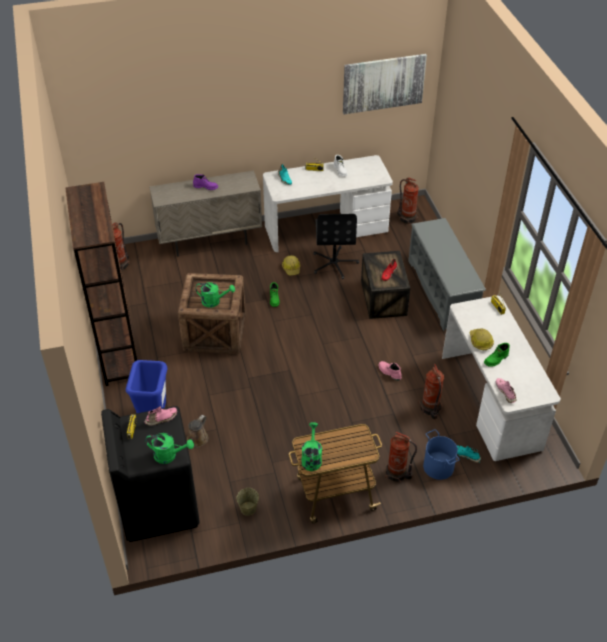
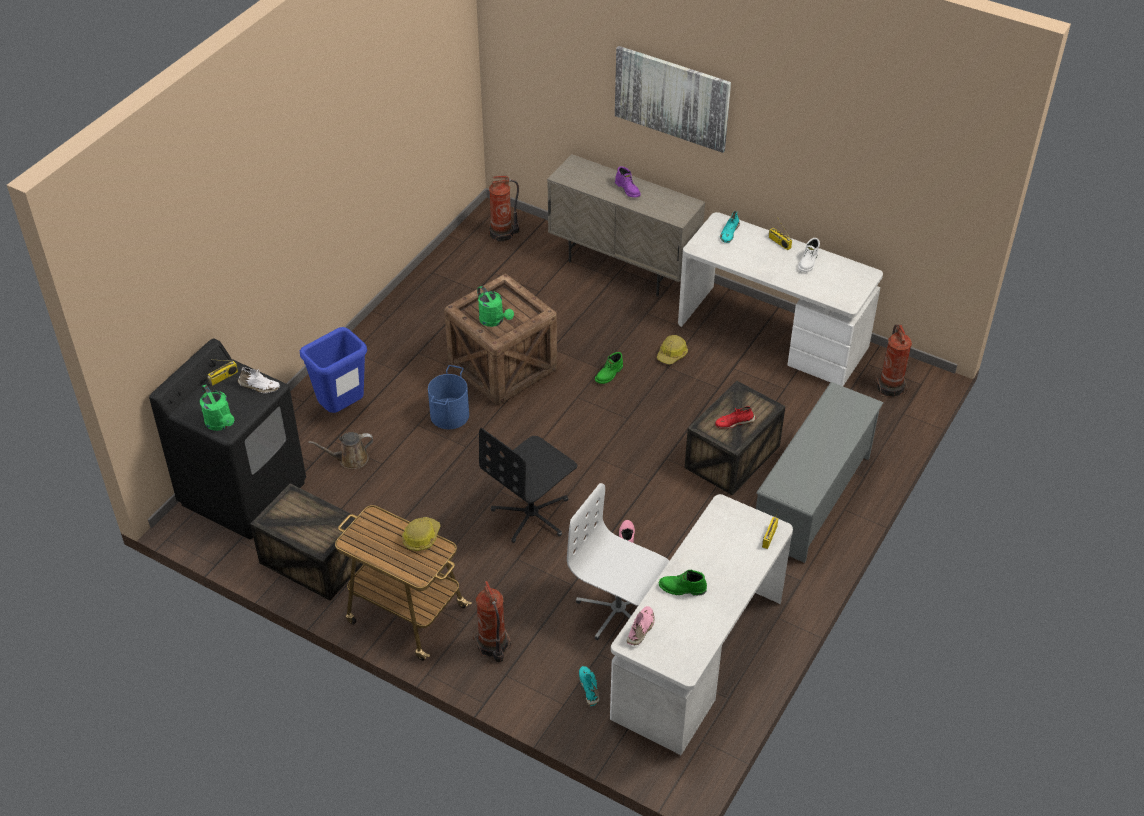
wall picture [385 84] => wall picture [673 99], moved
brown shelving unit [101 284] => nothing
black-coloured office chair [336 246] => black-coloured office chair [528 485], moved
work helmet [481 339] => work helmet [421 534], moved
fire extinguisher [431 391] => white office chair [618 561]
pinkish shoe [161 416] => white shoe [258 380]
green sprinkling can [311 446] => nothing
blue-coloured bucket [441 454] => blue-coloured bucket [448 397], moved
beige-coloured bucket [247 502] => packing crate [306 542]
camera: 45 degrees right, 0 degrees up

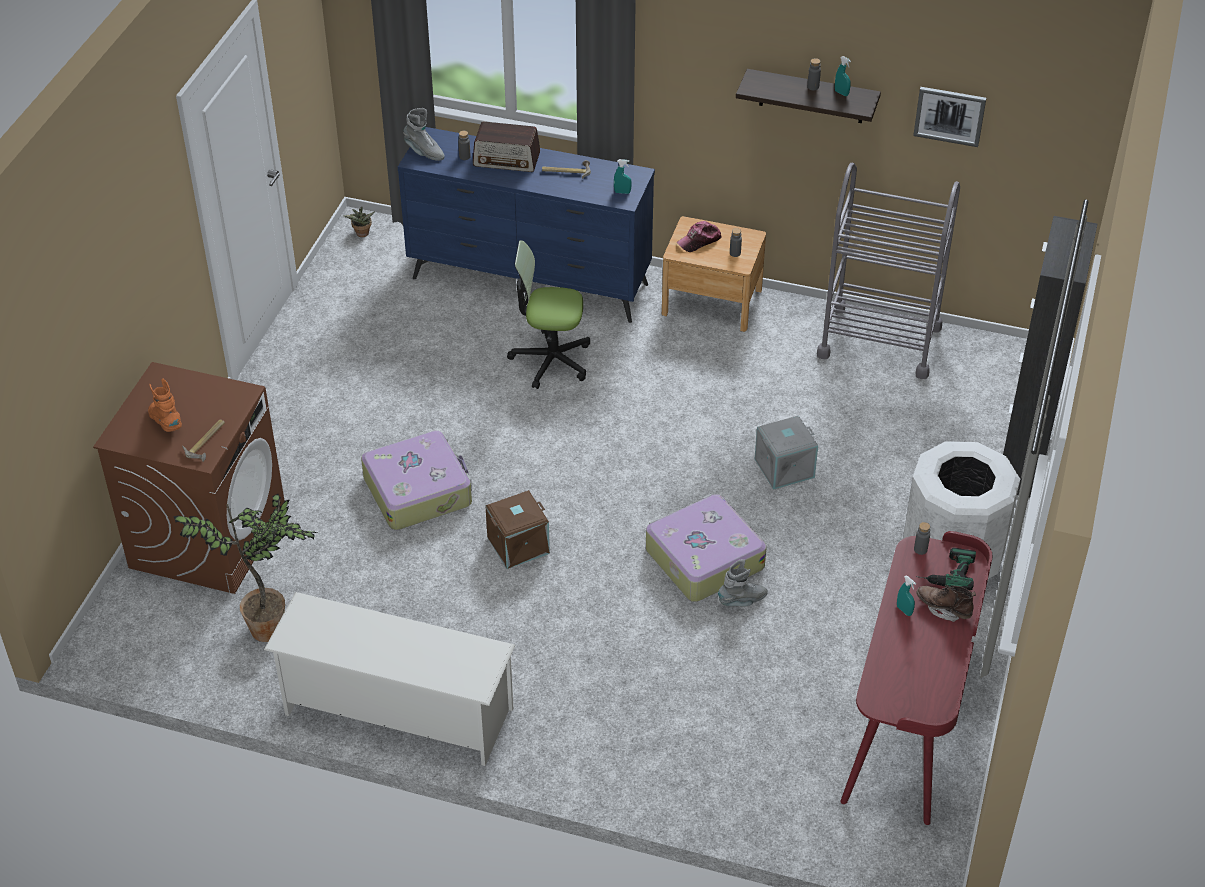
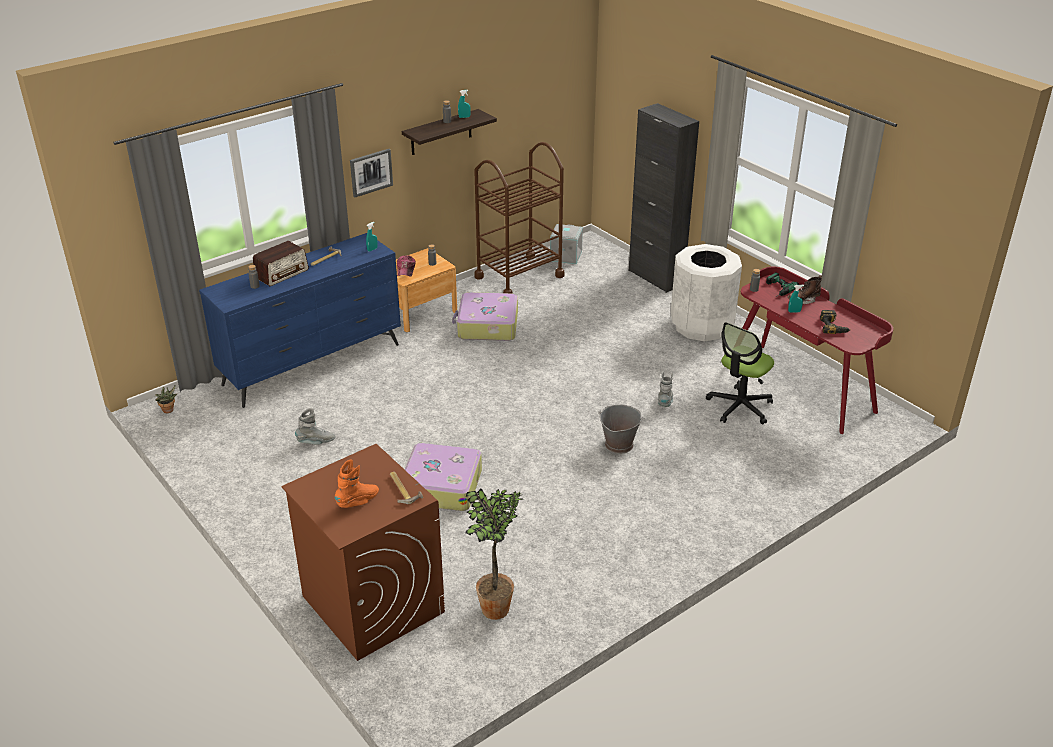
wall picture [949 117] => wall picture [371 173], moved
greyish tall boot [424 134] => greyish tall boot [315 426], moved
greyish trolley [888 271] => brown trolley [519 218]
office chair [548 314] => office chair [740 373], moved
orange tall boot [165 405] => orange tall boot [357 483], 135 degrees clockwise
greyish storage container [786 452] => greyish storage container [566 244], moved
brown storage container [517 529] => nothing
travel case [706 548] => travel case [485 316], moved
white shoe stand [389 679] => nothing
nothing => power drill [835 322]
nothing => greyish bucket [621 429]
camera: 55 degrees left, 10 degrees down

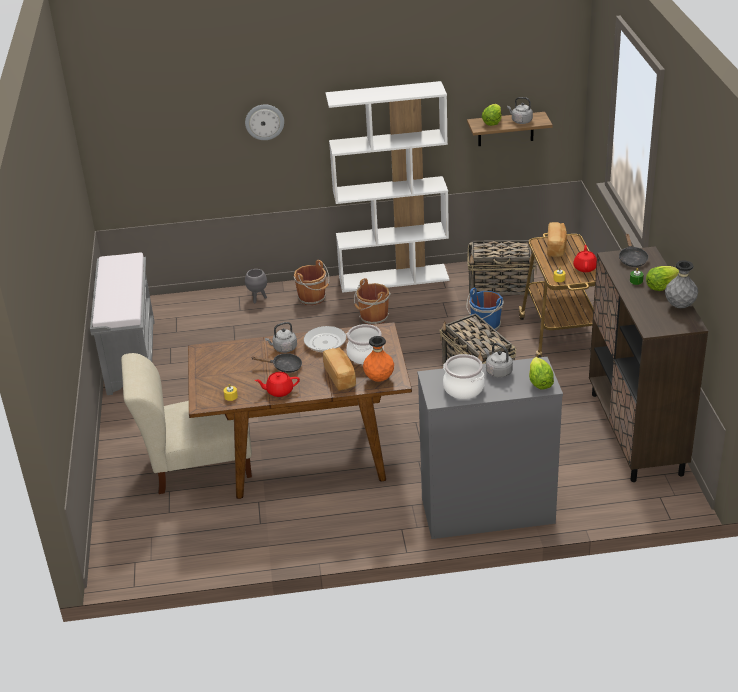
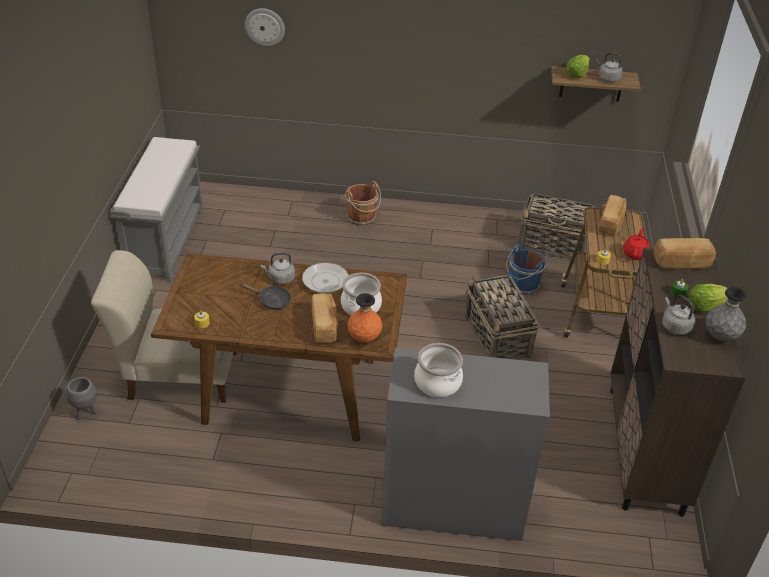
white shelving unit [387 187] => nothing
clock on the wall [264 122] => clock on the wall [265 27], moved
black-coloured skillet [634 250] => bread [684 254]
greyish flower pot [256 286] => greyish flower pot [82 398], moved
brown bucket [372 301] => nothing
greyish tea kettle [498 360] => greyish tea kettle [678 315], moved
lettuce head [541 373] => nothing
reddish teapot [277 384] => nothing
camera: 10 degrees right, 5 degrees up

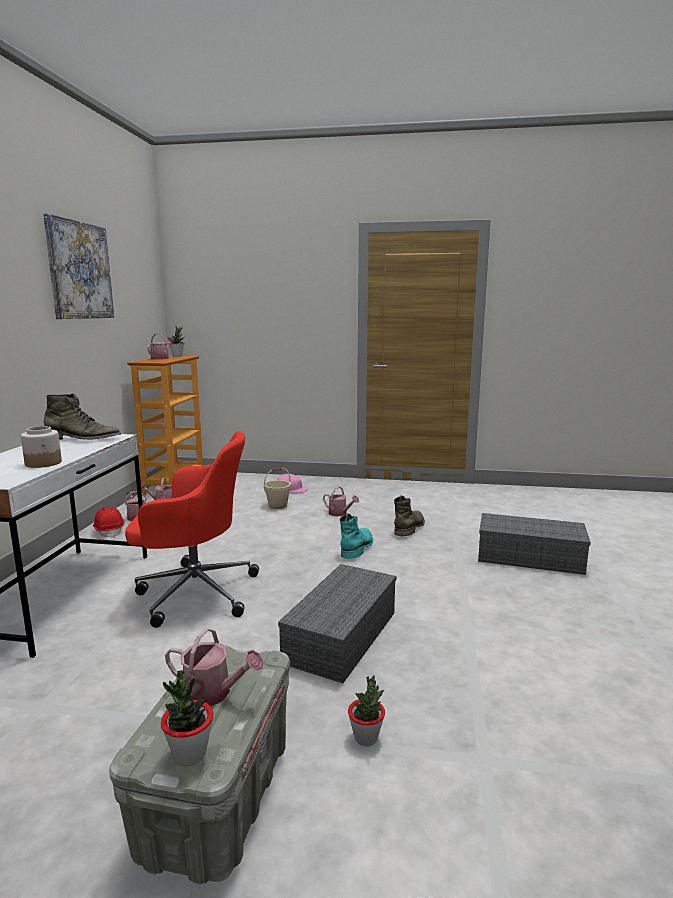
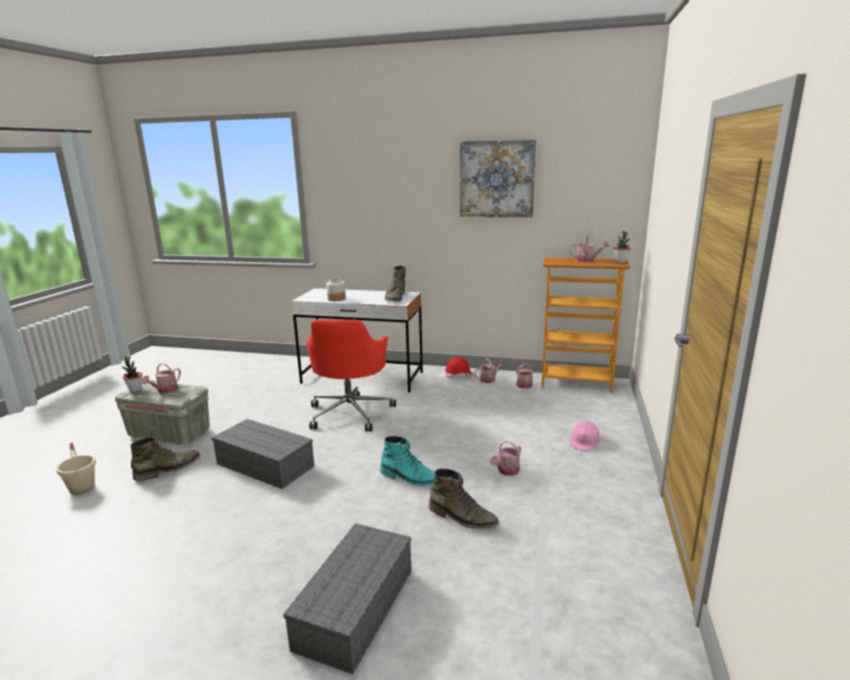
beige-coloured bucket [277 488] => beige-coloured bucket [76 468], moved
plant in a pot [366 710] => green tall boot [165 458]
camera: 95 degrees right, 5 degrees up

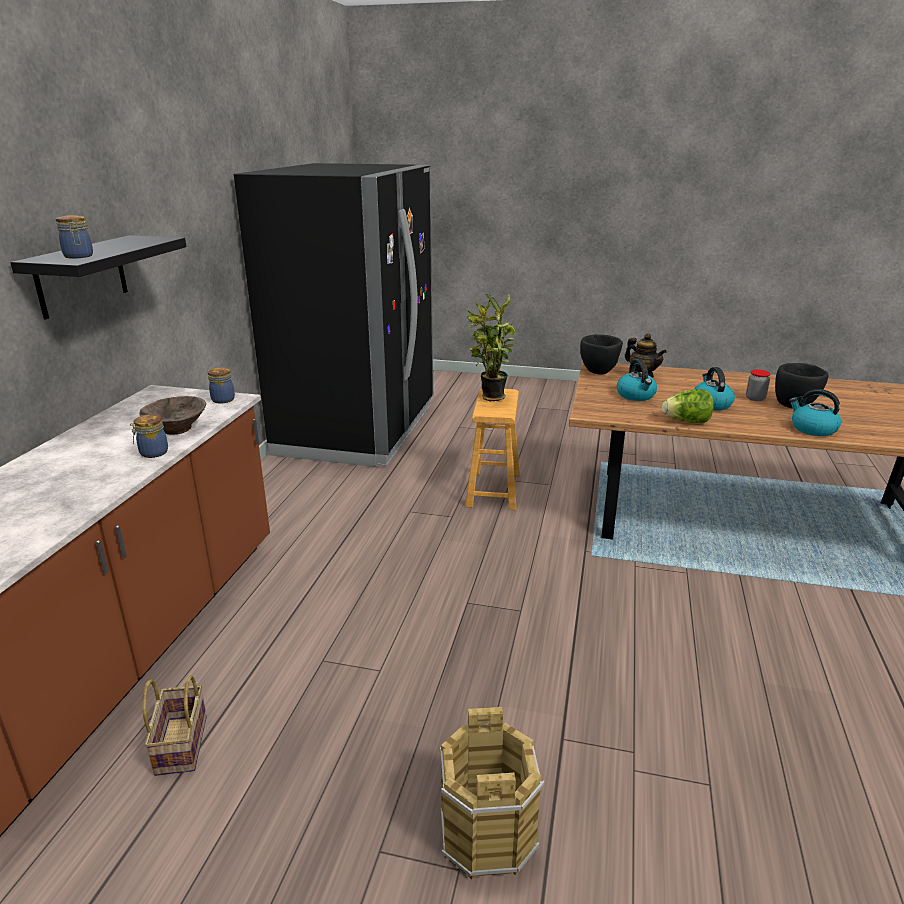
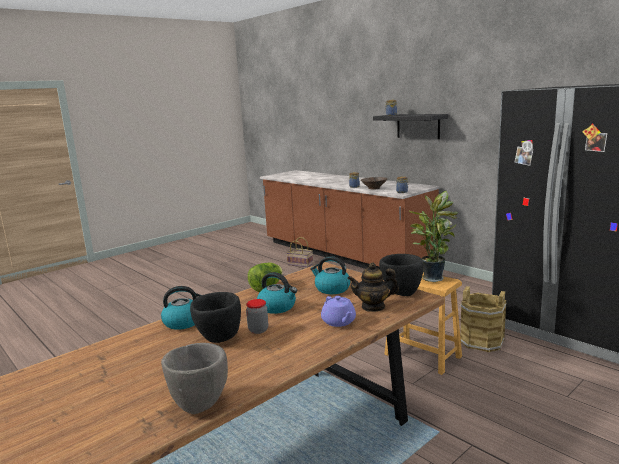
brown bucket [492 793] => brown bucket [483 319], moved
nothing => purplish teapot [338 311]
nothing => greyish serving bowl [194 378]
camera: 125 degrees right, 10 degrees down

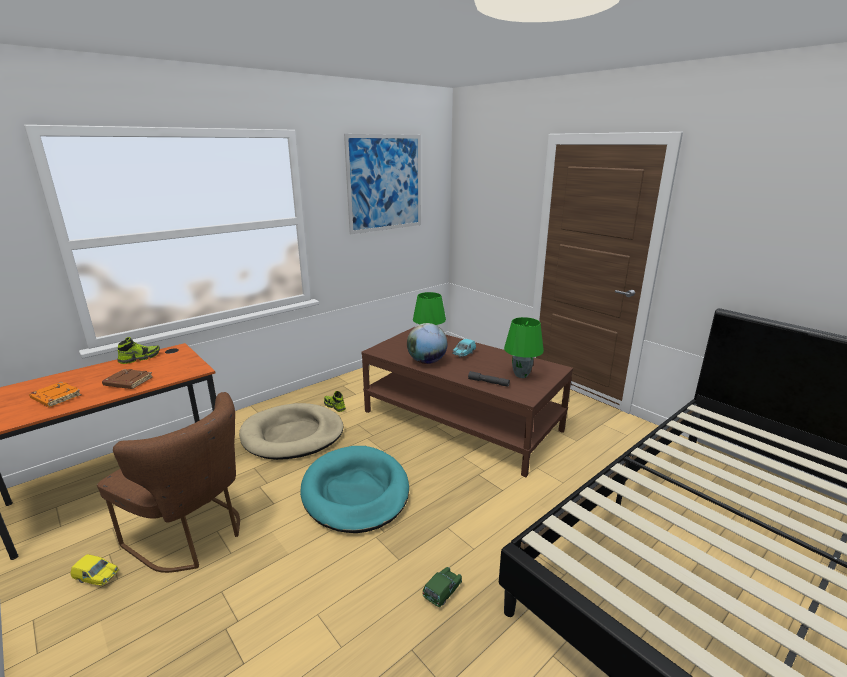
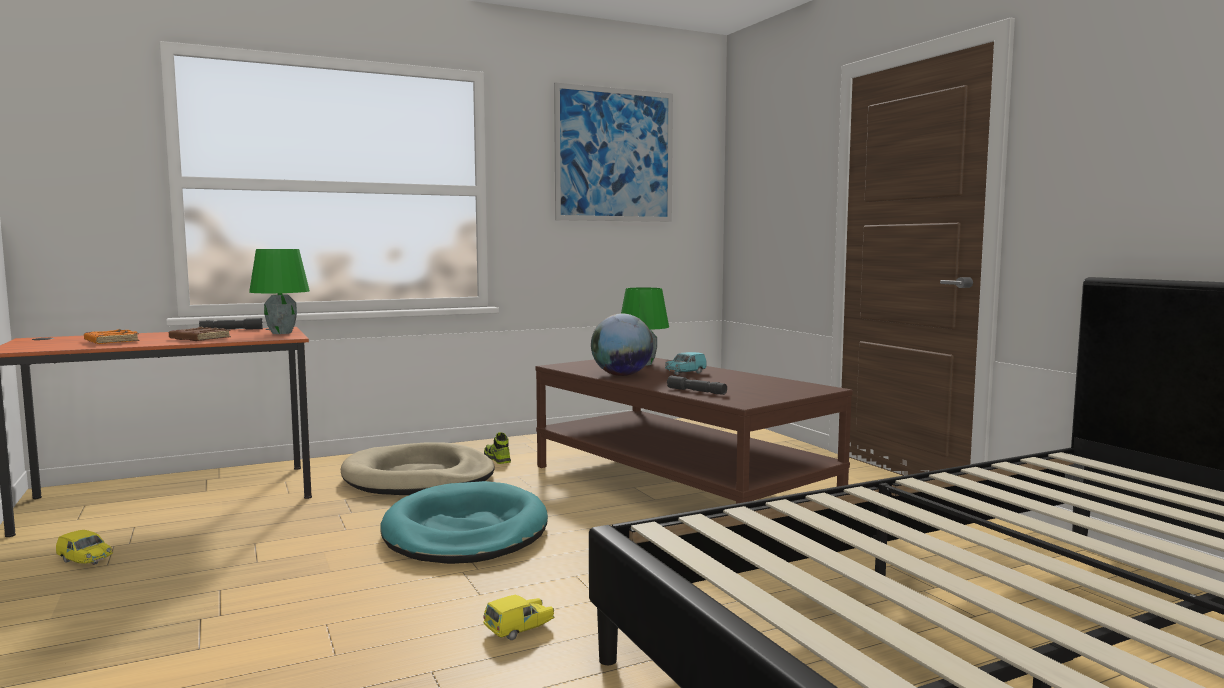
green table lamp [524 347] => green table lamp [279 291], moved
shoe [138 350] => greyish hand torch [231 324]
brown upright chair [168 482] => nothing
green toy car [442 587] => yellow-coloured toy car [518 617]
camera: 15 degrees right, 15 degrees down

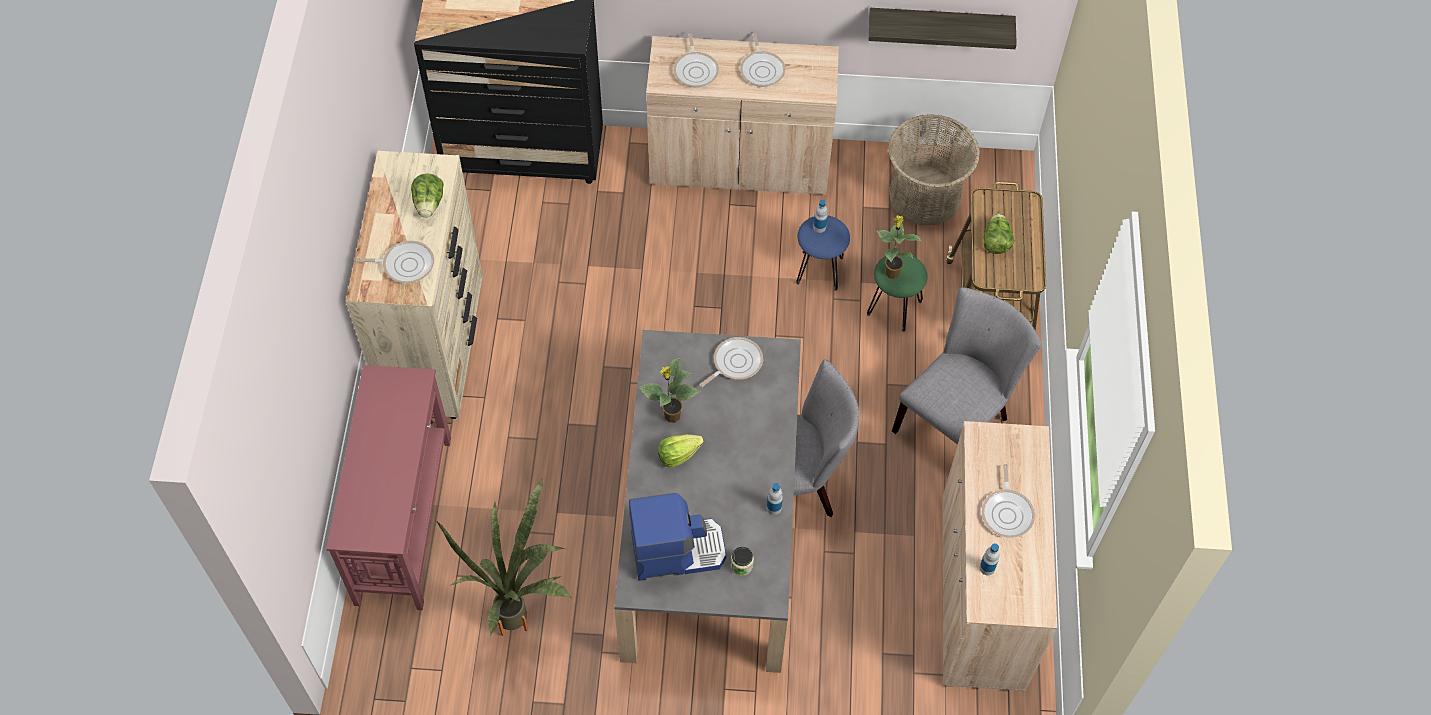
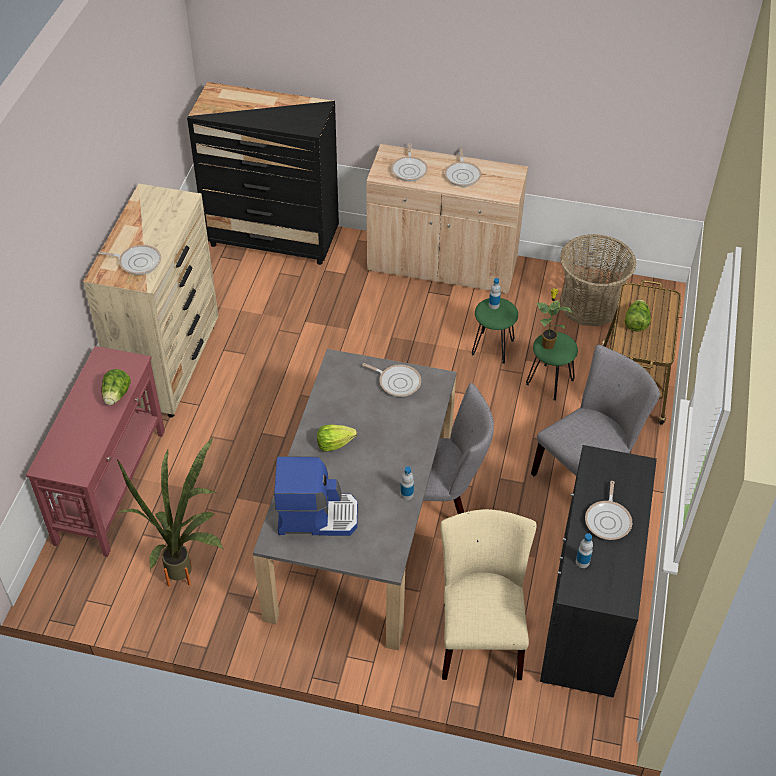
shelf [943 28] => nothing
lettuce head [427 195] => lettuce head [116 387], moved
blue-coloured stool [823 253] => green stool [495 331]
skillet [731 362] => skillet [391 380], 60 degrees clockwise
plant in a pot [669 390] => nothing
beige-coloured storage cabinet [1000 556] => black-coloured storage cabinet [598 571]
jar [742 561] => nothing
nothing => beige-coloured upright chair [488 594]
camera: 10 degrees right, 10 degrees down

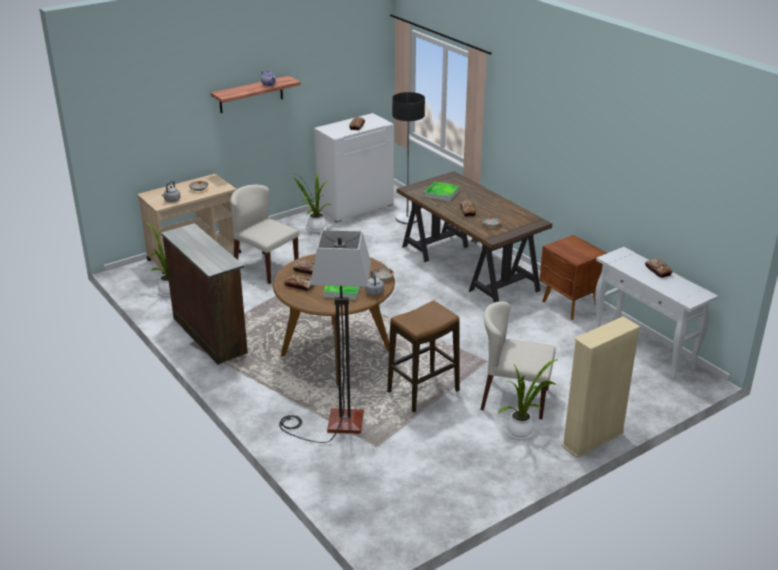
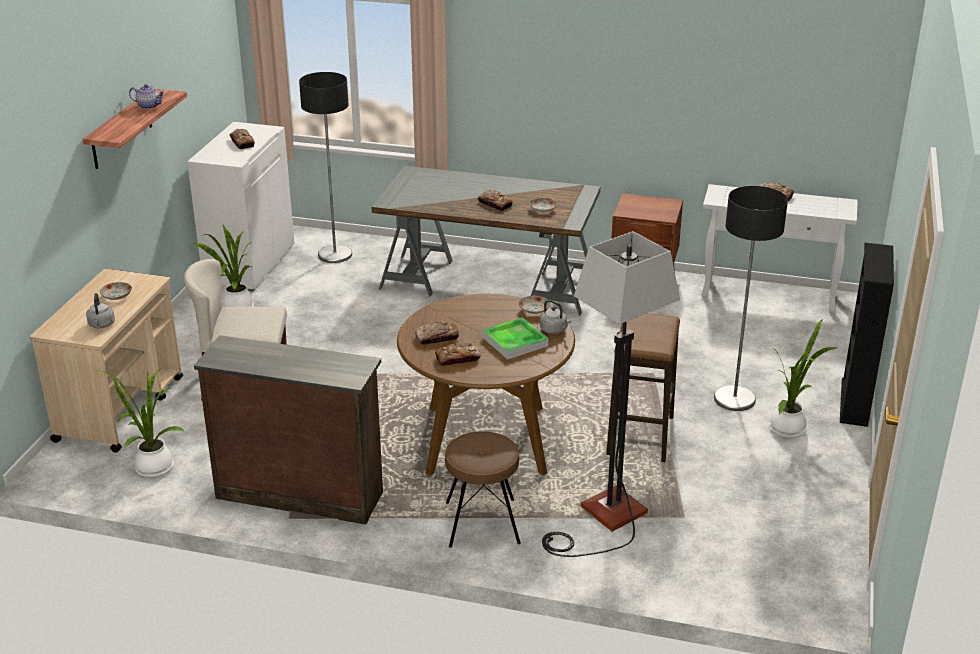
brown desk [474 236] => greyish desk [486 241]
carrying tray [442 191] => nothing
beige-coloured upright chair [518 360] => floor lamp [751 298]
beige-coloured shelving unit [601 387] => black-coloured shelving unit [867 335]
nothing => brown stool [483 489]
camera: 40 degrees left, 0 degrees up

